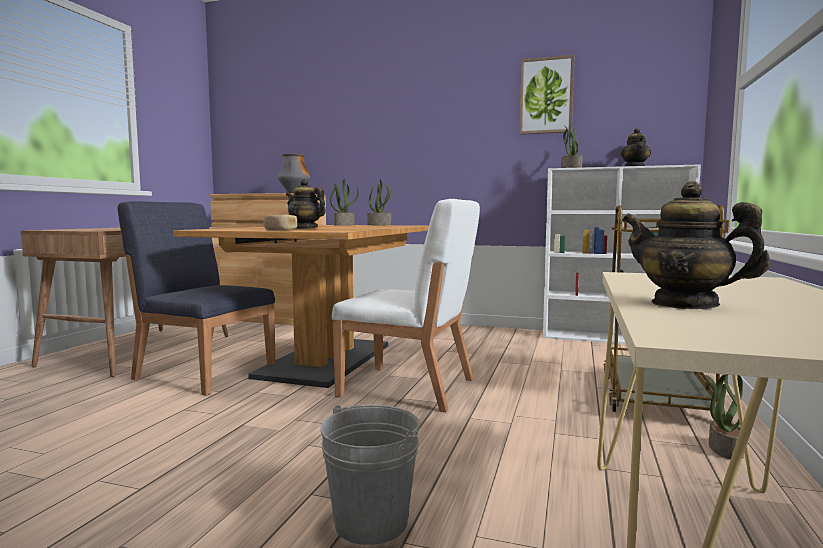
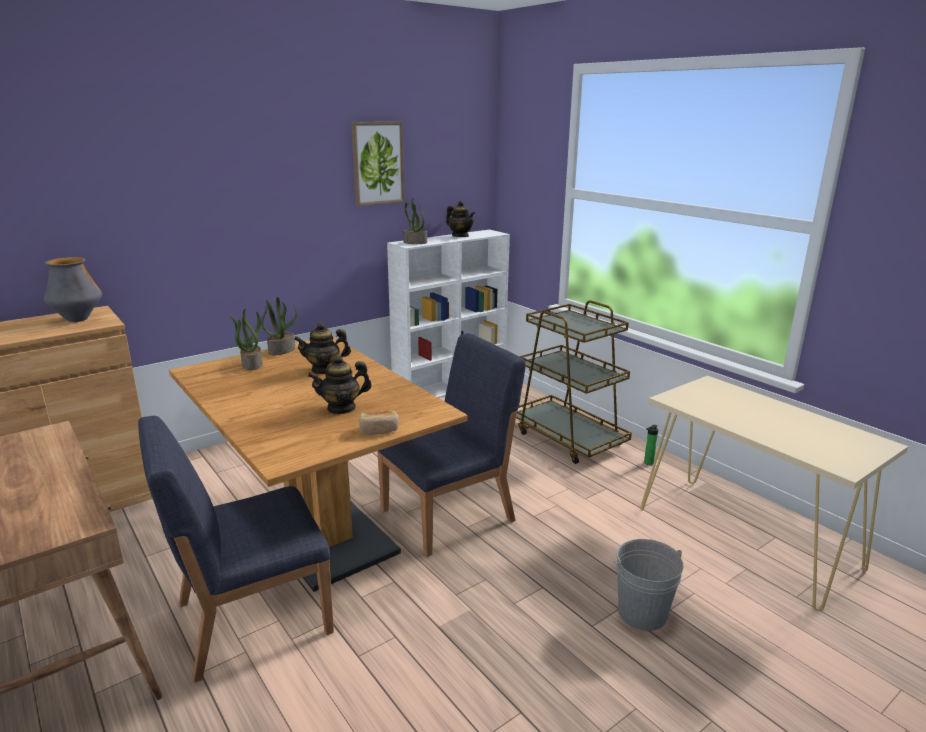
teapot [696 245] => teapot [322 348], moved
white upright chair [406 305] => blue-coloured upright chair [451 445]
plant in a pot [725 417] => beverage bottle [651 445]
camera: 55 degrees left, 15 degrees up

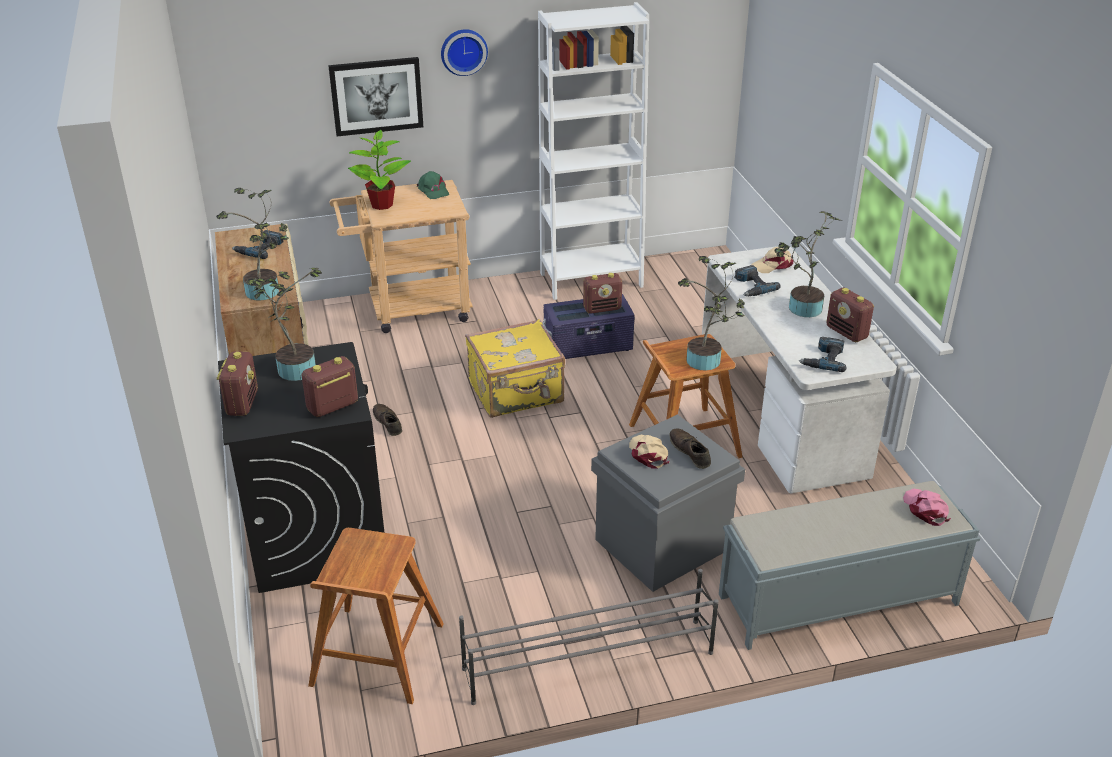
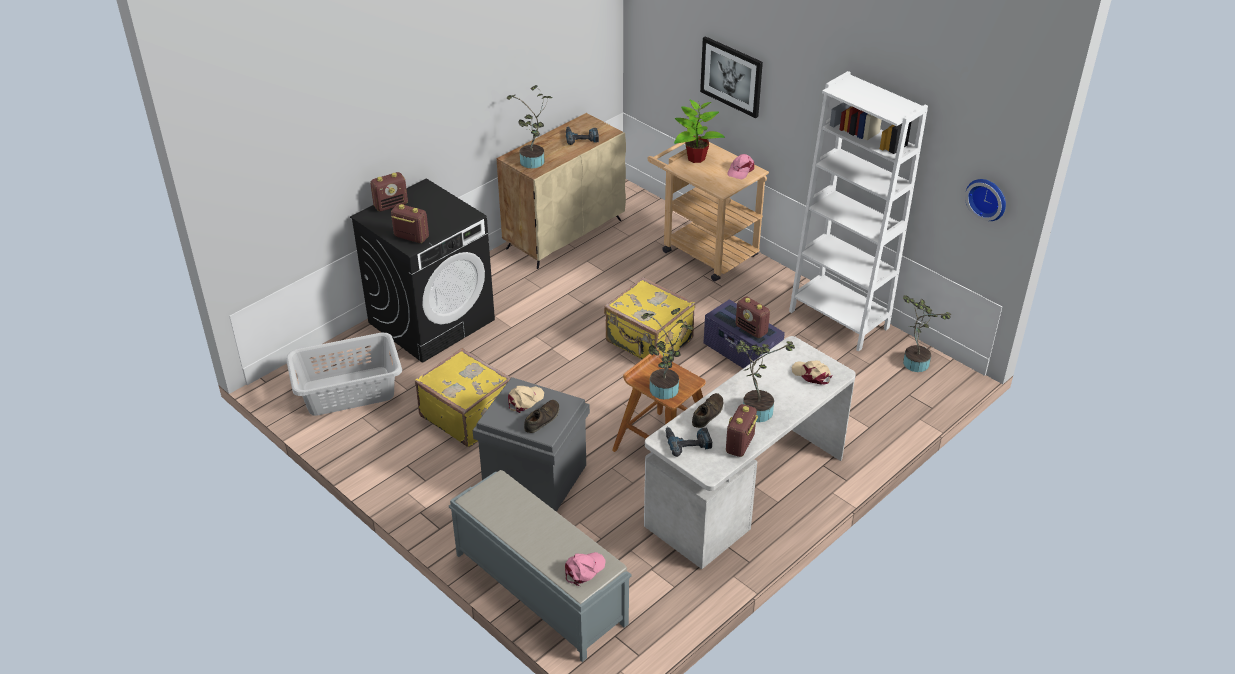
clock on the wall [464 52] => clock on the wall [985 200], moved
green peaked cap [433 185] => pinkish peaked cap [740 166]
power drill [757 280] => nothing
plant in a pot [284 324] => plant in a pot [927 333], moved
brown shoe [387 420] => brown shoe [707 410], moved
brown stool [376 616] => greyish laundry basket [344 374]
greyish shoe stand [589 637] => nothing
nothing => yellow-coloured travel case [463 397]
camera: 60 degrees right, 5 degrees up

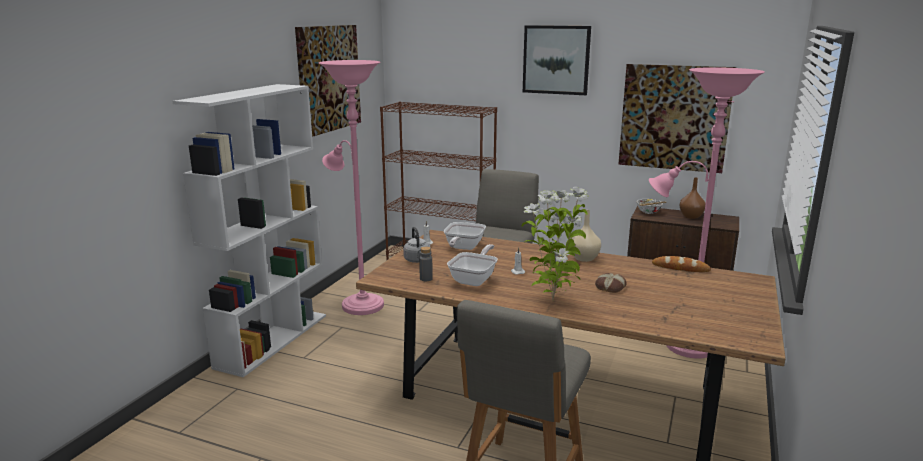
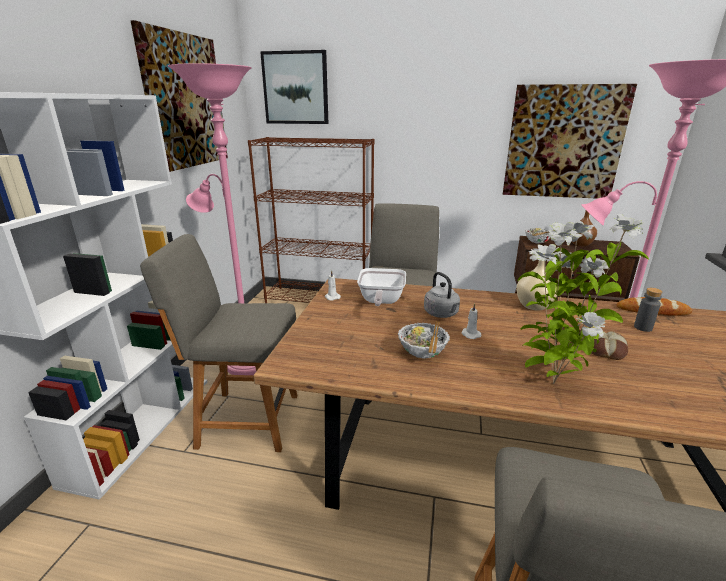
wall picture [557 60] => wall picture [294 87], moved
greyish tea kettle [417 245] => greyish tea kettle [442 295], moved
skillet [472 265] => serving bowl [424 340]
greyish beverage bottle [426 264] => greyish beverage bottle [648 310], moved
nothing => greyish upright chair [218 343]
camera: 10 degrees left, 5 degrees up

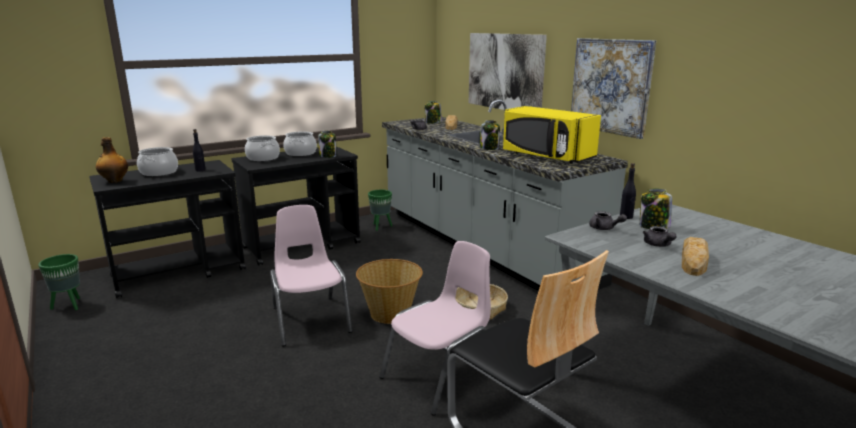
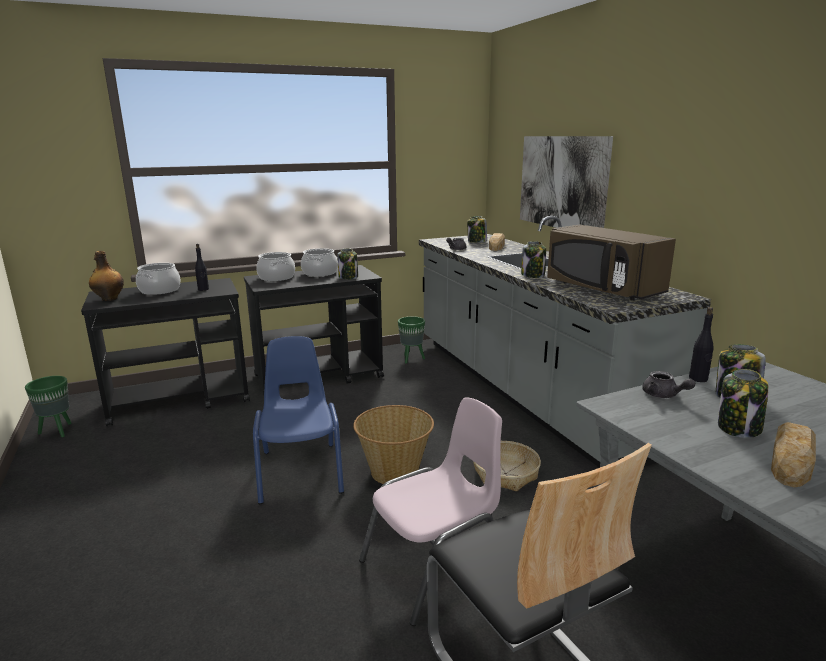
wall picture [613 88] => nothing
yellow-coloured microwave [552 135] => brown microwave [611 262]
pinkish upright chair [311 275] => blue-coloured upright chair [298 420]
greyish teapot [659 236] => jar [743 403]
camera: 10 degrees right, 0 degrees up

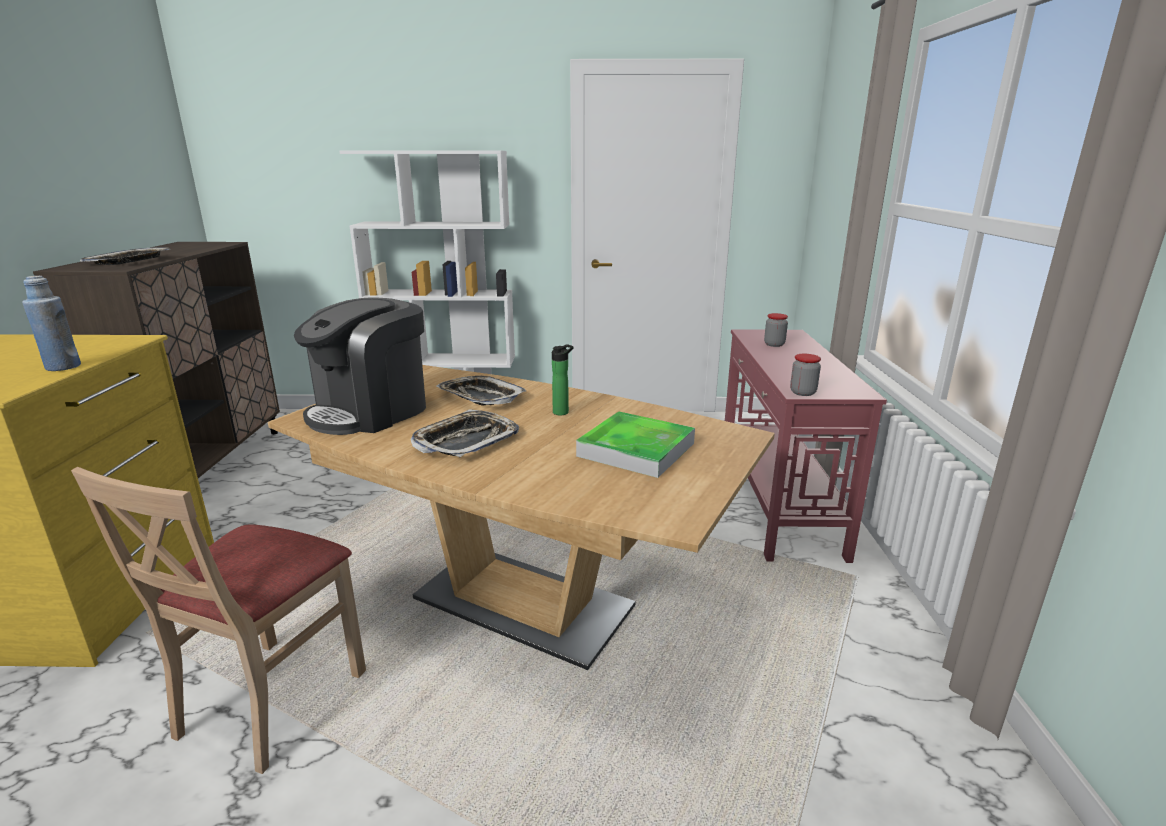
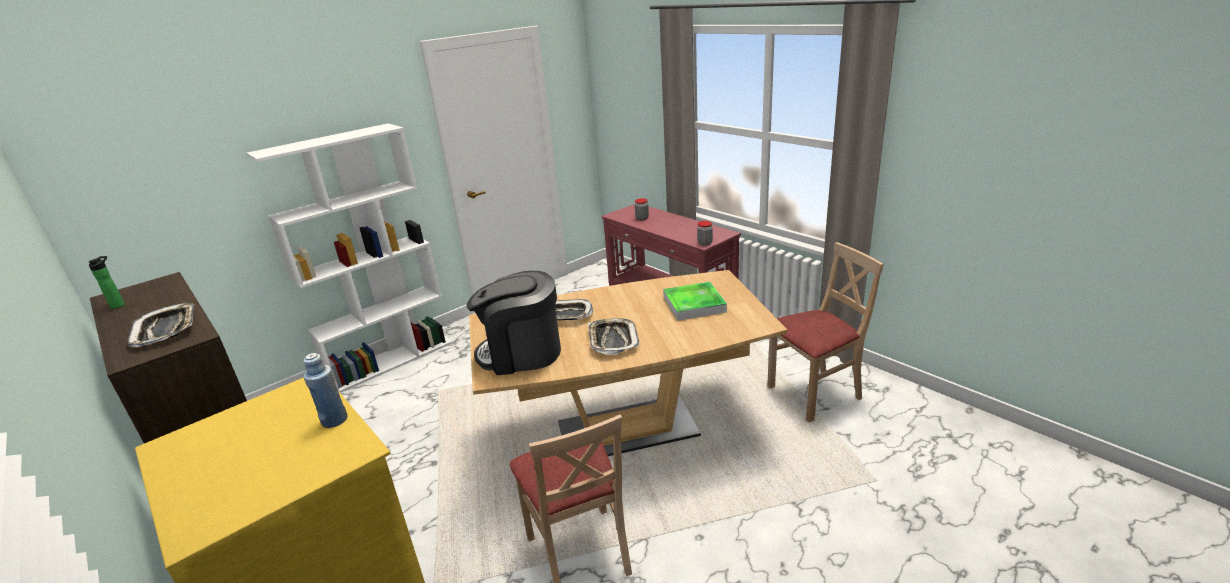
coffee brewer [360 366] => coffee brewer [514 323], 90 degrees clockwise
beverage bottle [563 379] => beverage bottle [107 282], moved
nothing => beige-coloured upright chair [825 332]
camera: 40 degrees left, 5 degrees up

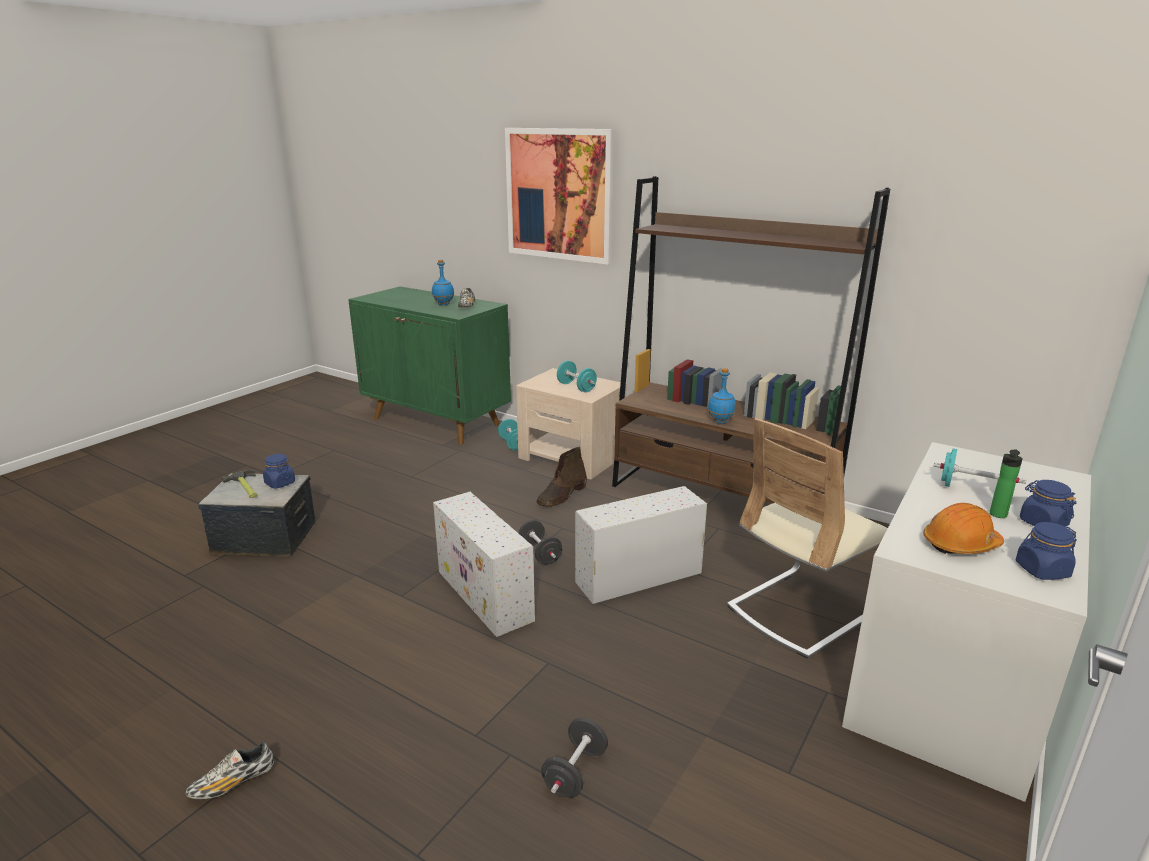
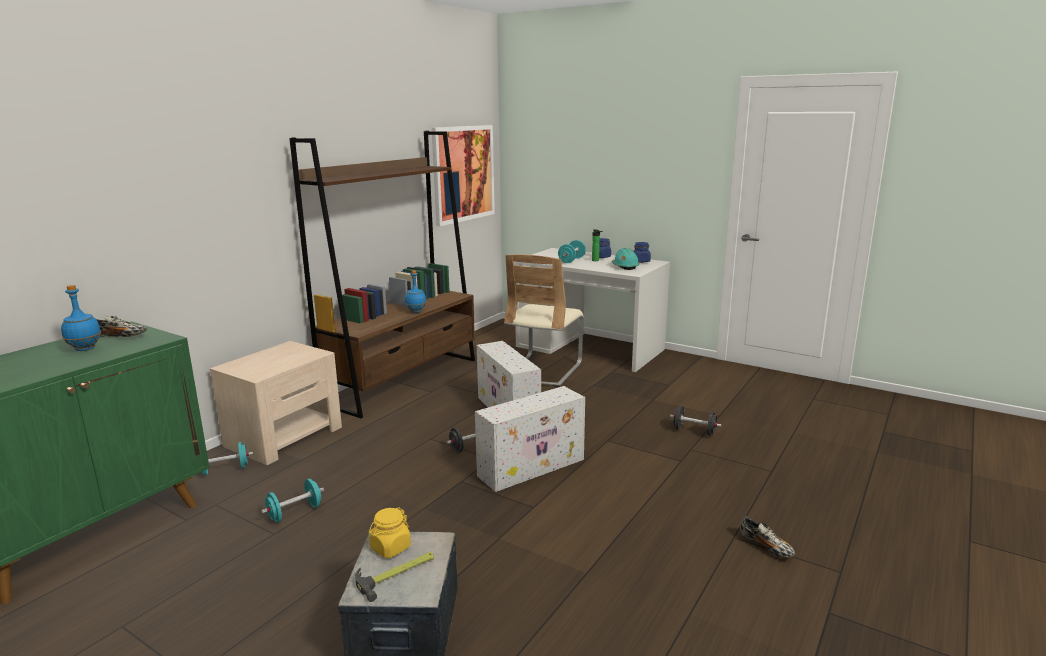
wall picture [559 196] => wall picture [463 175], moved
turquoise hand weight [577 376] => turquoise hand weight [292 501], moved
beige-coloured upright chair [807 538] => beige-coloured upright chair [543 320], 60 degrees clockwise
brown tall boot [562 477] => nothing
blue-coloured jar [279 471] => yellow-coloured jar [390 532]
orange work helmet [963 528] => turquoise work helmet [625 259]
camera: 90 degrees left, 5 degrees down

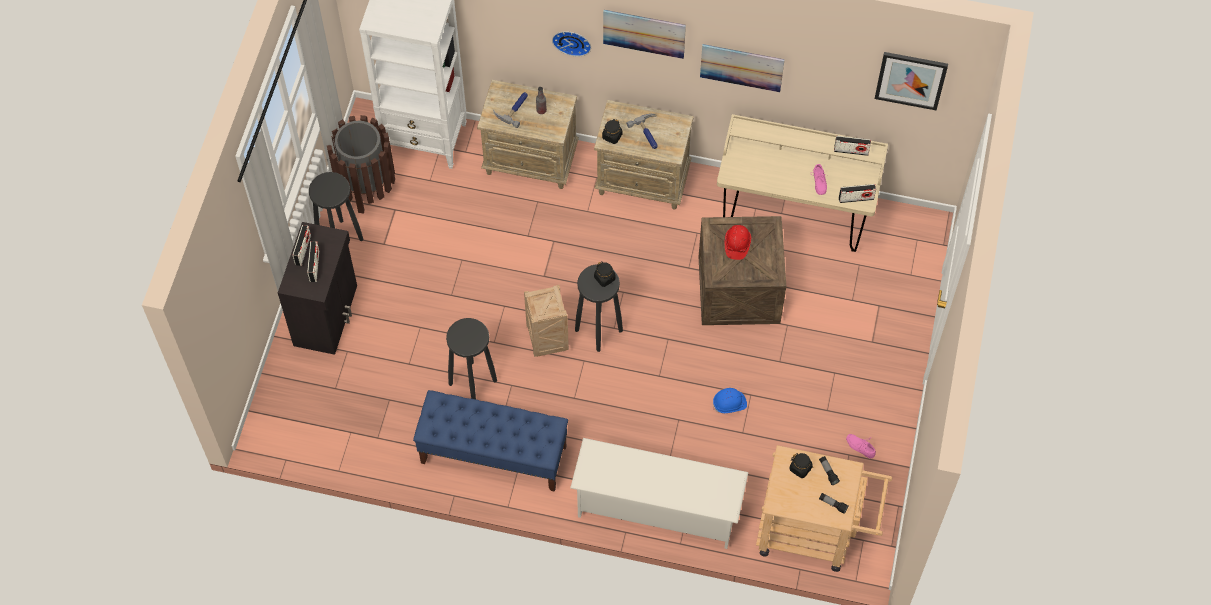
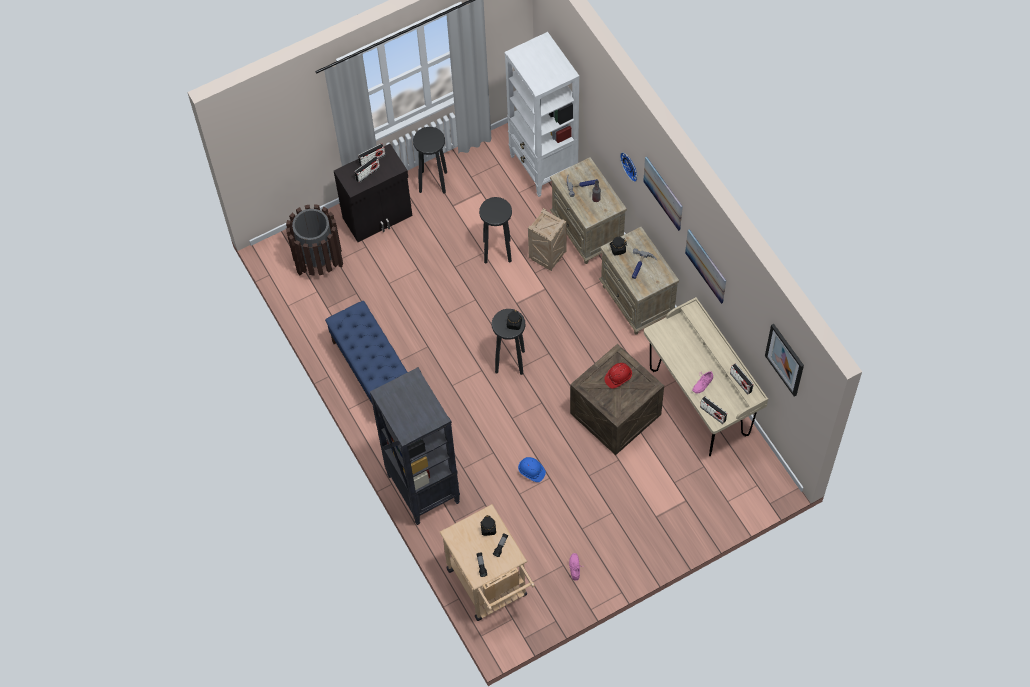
brown rubbish bin [361 164] => brown rubbish bin [314 240], moved
packing crate [546 321] => packing crate [547 239], moved
black-coloured stool [471 358] => black-coloured stool [495 230], moved
white shoe stand [659 493] => black-coloured shelving unit [415 446]
camera: 50 degrees right, 0 degrees up

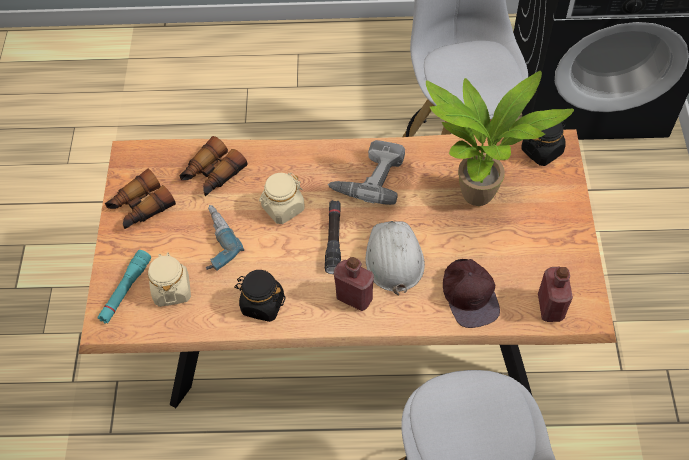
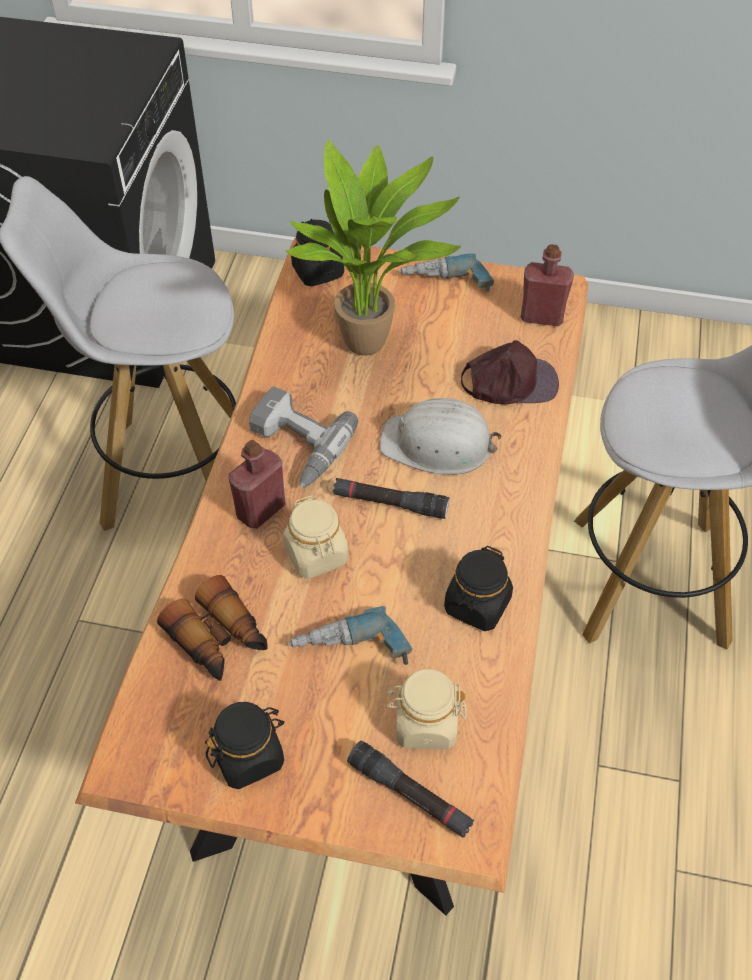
pair of binoculars [140 199] => black-coloured jar [244 745]
turquoise hand torch [124 287] => black-coloured hand torch [410 789]
reddish beverage bottle [354 284] => reddish beverage bottle [257 484], moved
nothing => power drill [446 273]
camera: 80 degrees left, 5 degrees down

